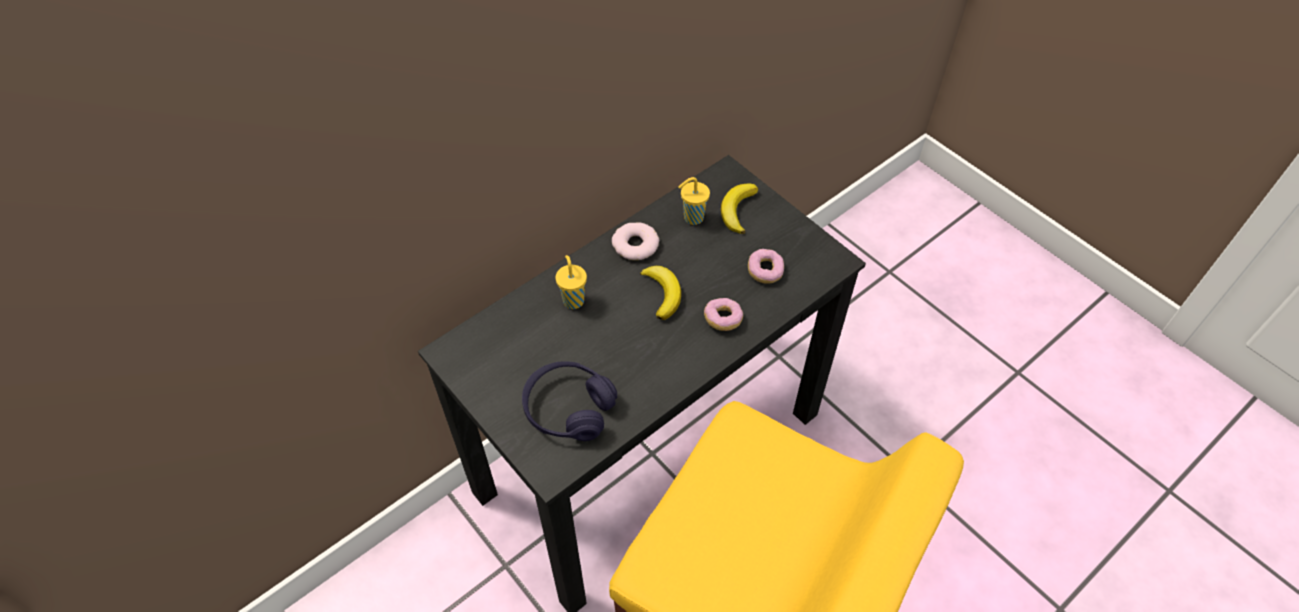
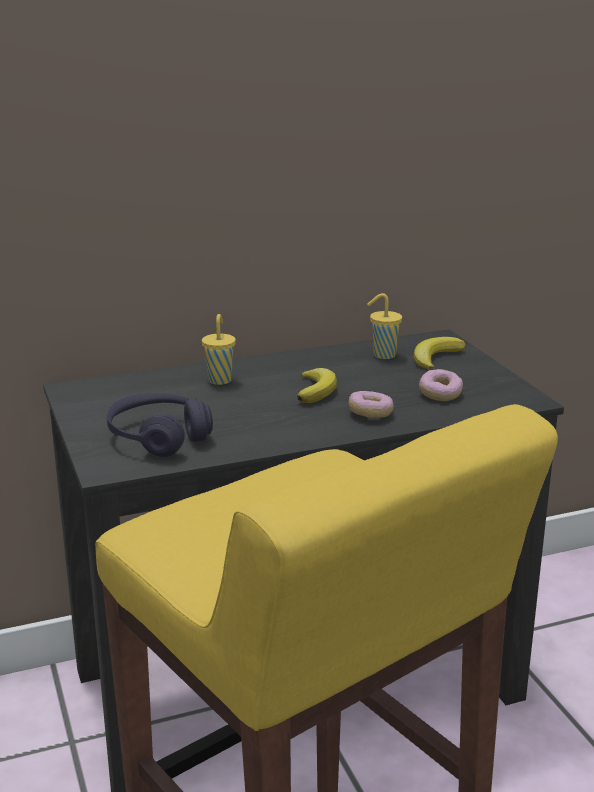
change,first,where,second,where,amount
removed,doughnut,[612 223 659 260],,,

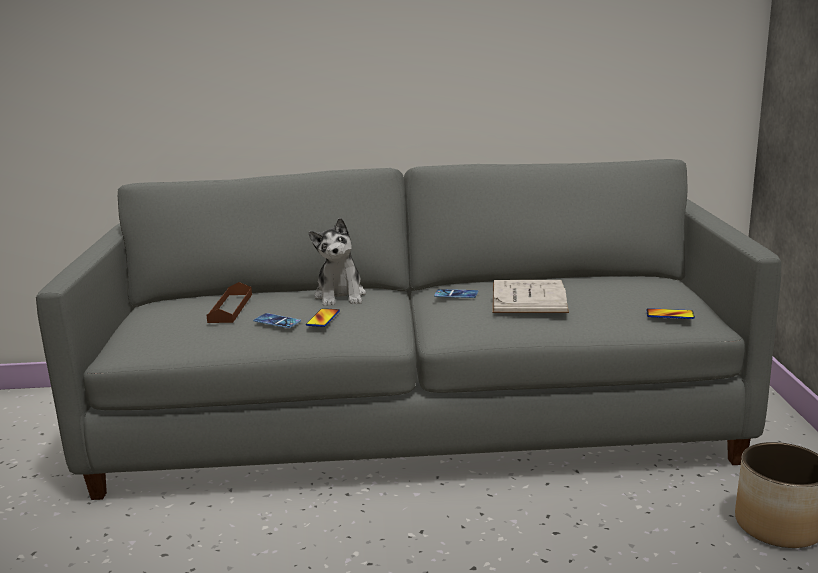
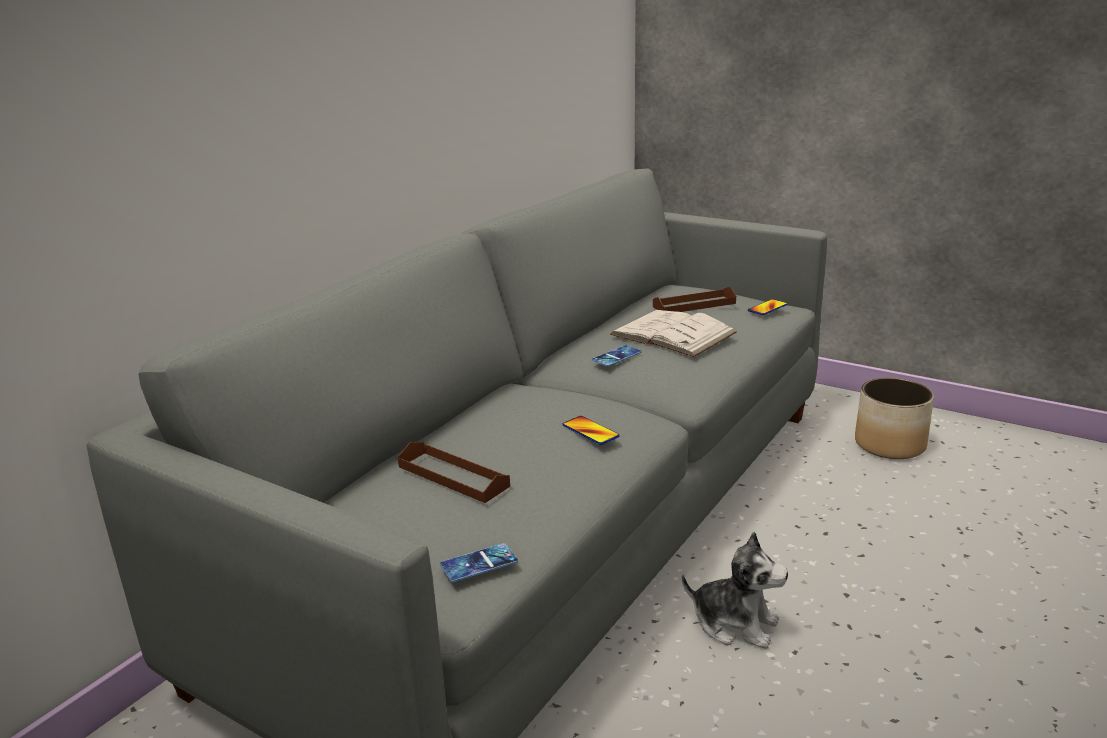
change,first,where,second,where,amount
added,,,brown carrying tray,[653 287 736 312],
moved,phone,[253 313 301 328],,[440 543 518 582],
moved,cuddly toy,[309 218 366 306],,[682 532 788 649],

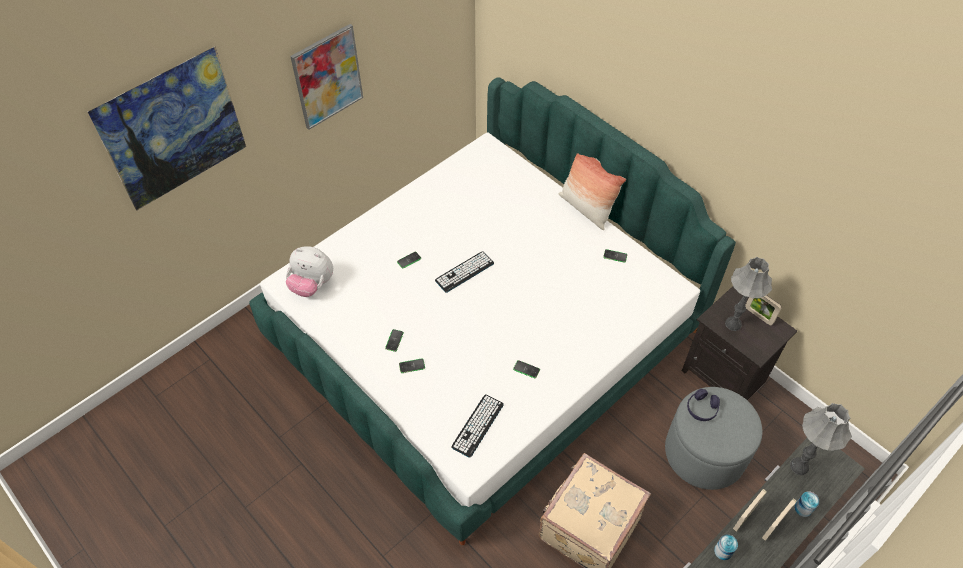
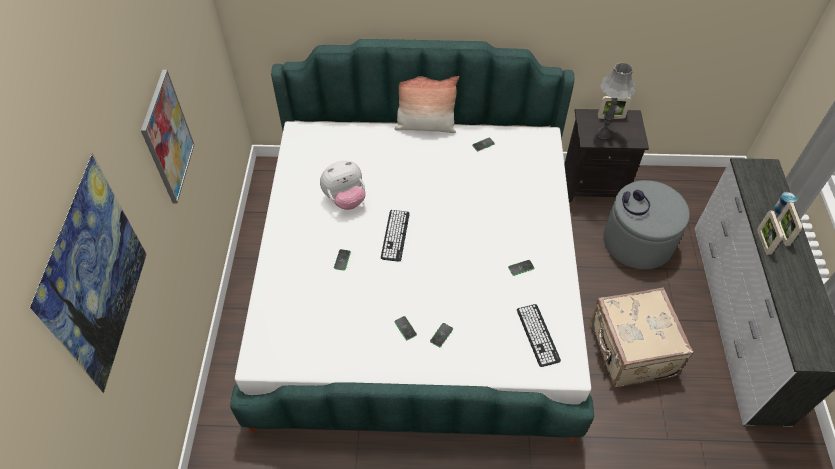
change,first,where,second,where,amount
removed,sealed can,[714 534 738 560],,,
removed,greyish table lamp,[790 403 852 475],,,
moved,cuddly toy,[286 246 333 297],,[320 161 366 210],

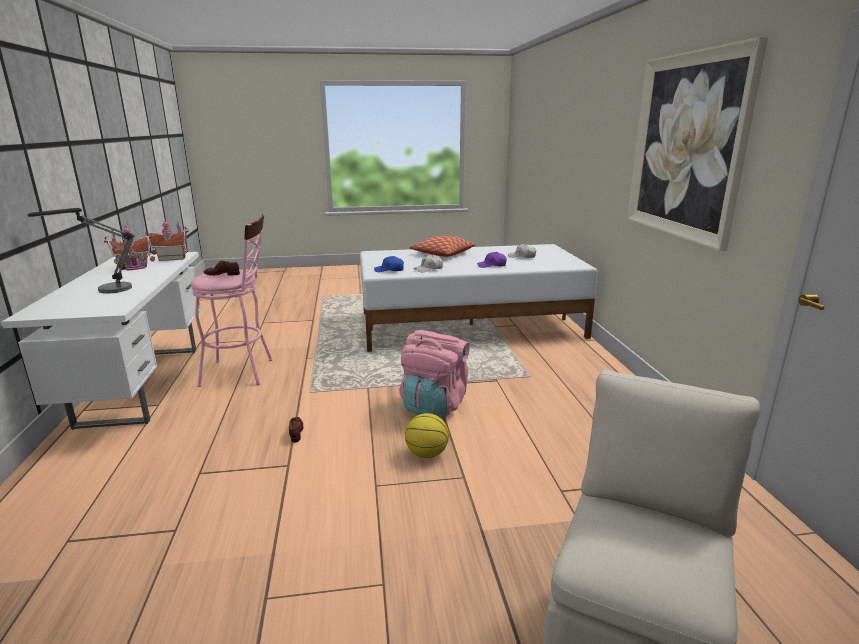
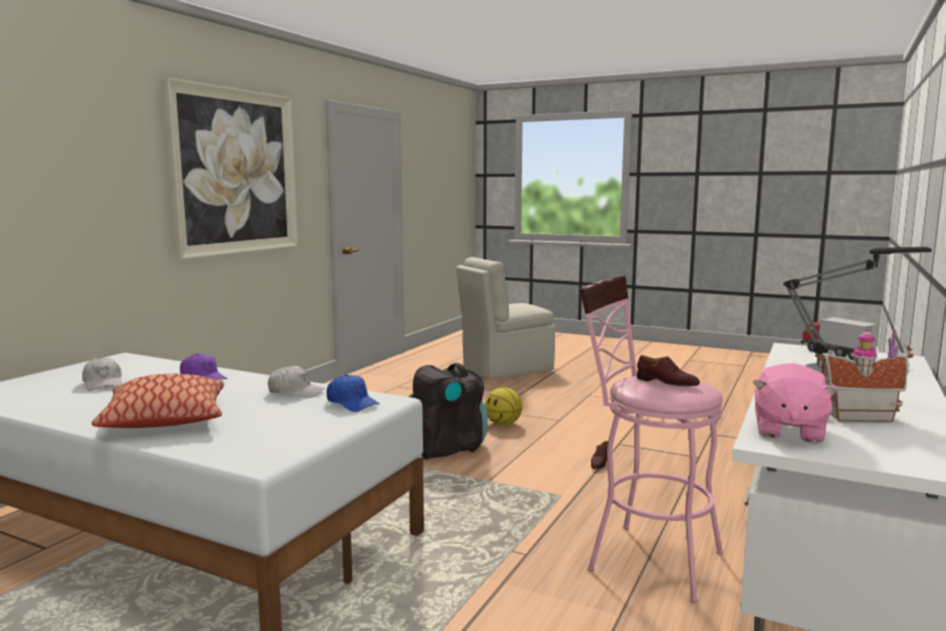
change,first,where,second,where,amount
added,,,toy truck,[801 317 878 360],
replaced,miniature house,[145 220 189 261],pink cuddly toy,[752 363 839 443],
recoloured,pink backpack,[399 330 469 419],black backpack,[409 363 488 460],

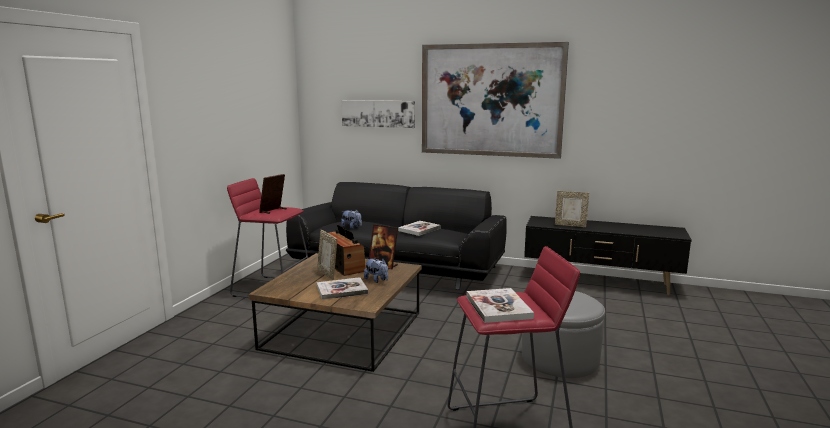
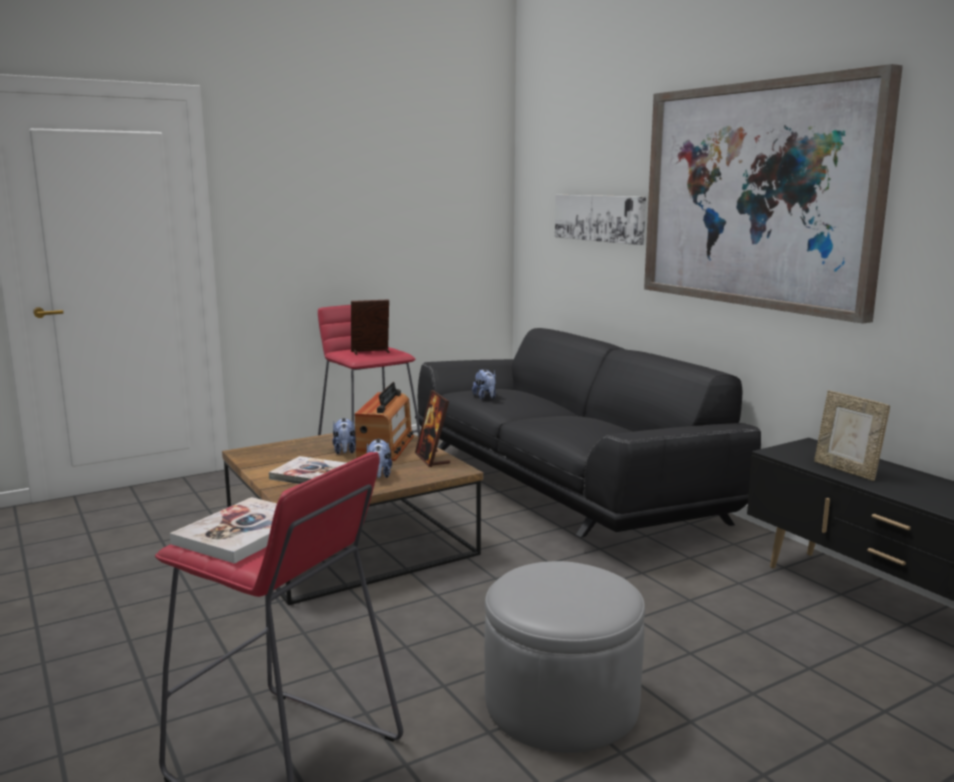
change,first,where,second,where,amount
removed,volume,[398 221 441 236],,,
replaced,photo frame,[317 230 337 280],cuddly toy,[333 418 356 454],

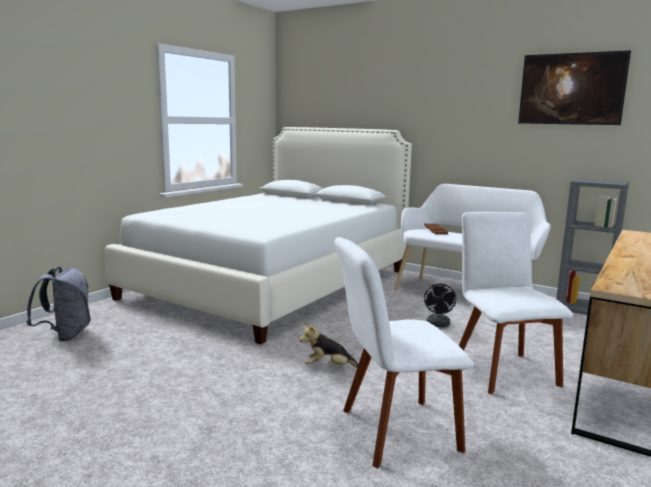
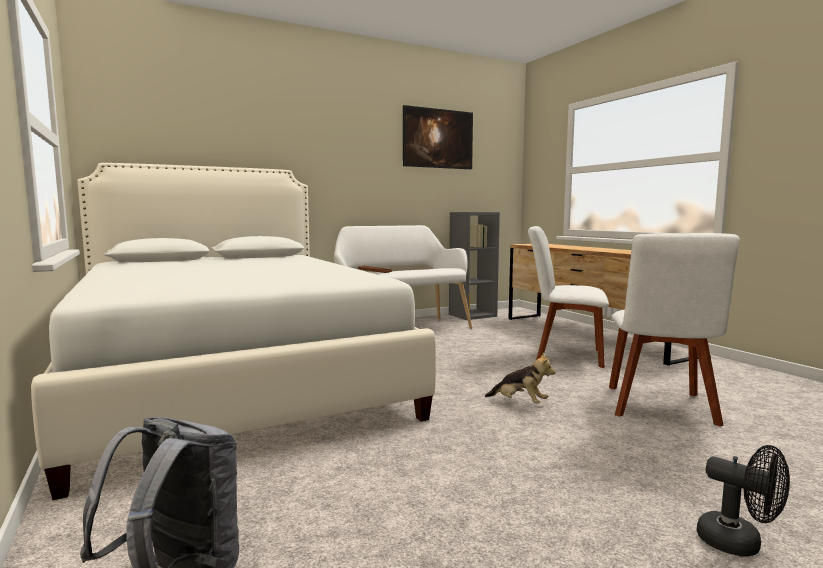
change,first,where,second,where,amount
moved,black fan,[424 284 456 328],,[697 445 790 557],
turned,cuddly toy,[300 323 359 367],,[485 352 556 403],90 degrees counterclockwise

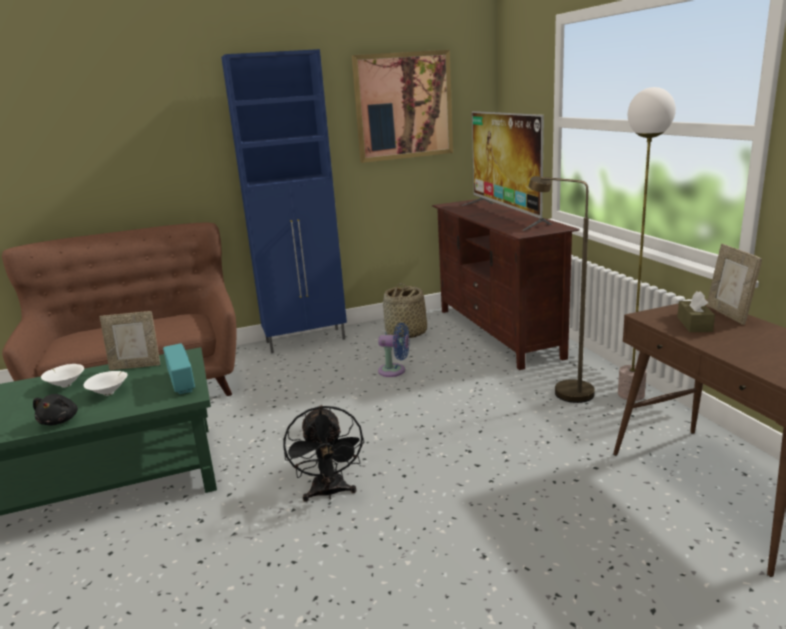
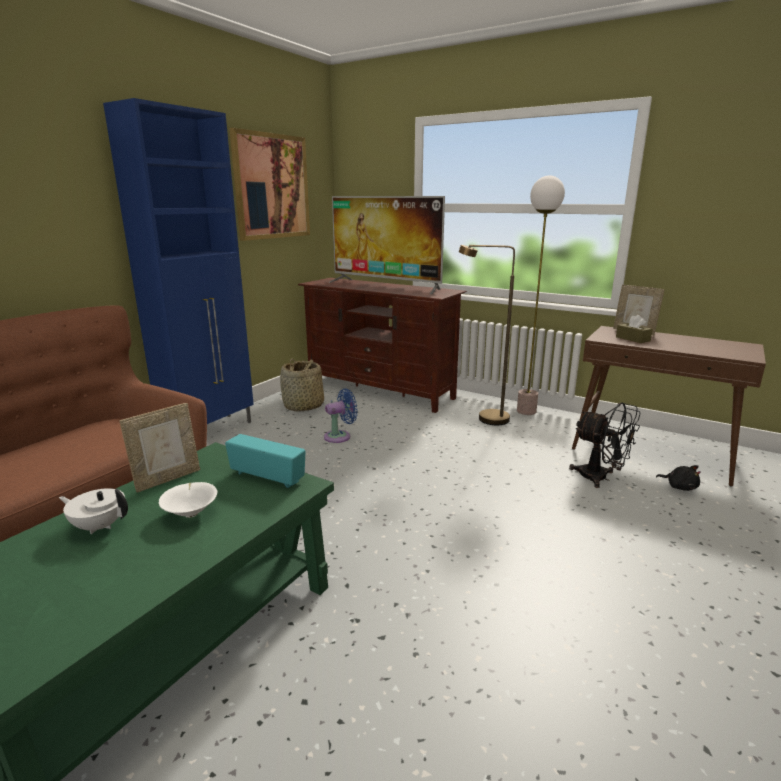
change,first,where,second,where,amount
moved,black cuddly toy,[33 394 78 425],,[656 465 701 491],
moved,black fan,[283 405 364 502],,[569 402 641 488],
replaced,white-coloured serving bowl,[41 364 84 388],white-coloured teapot,[59 488 128 534],

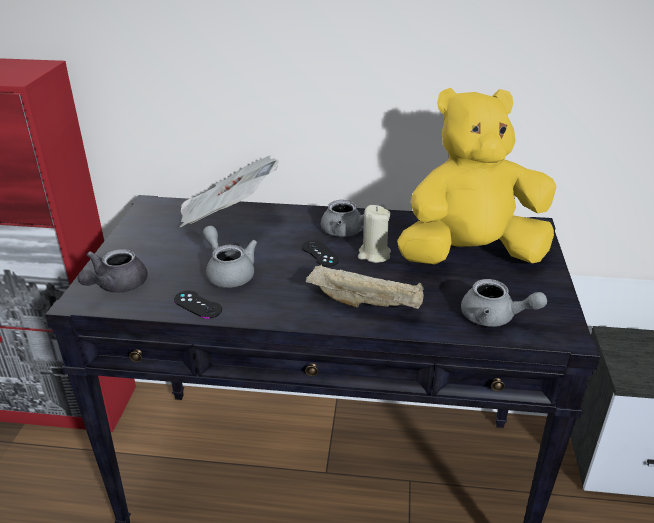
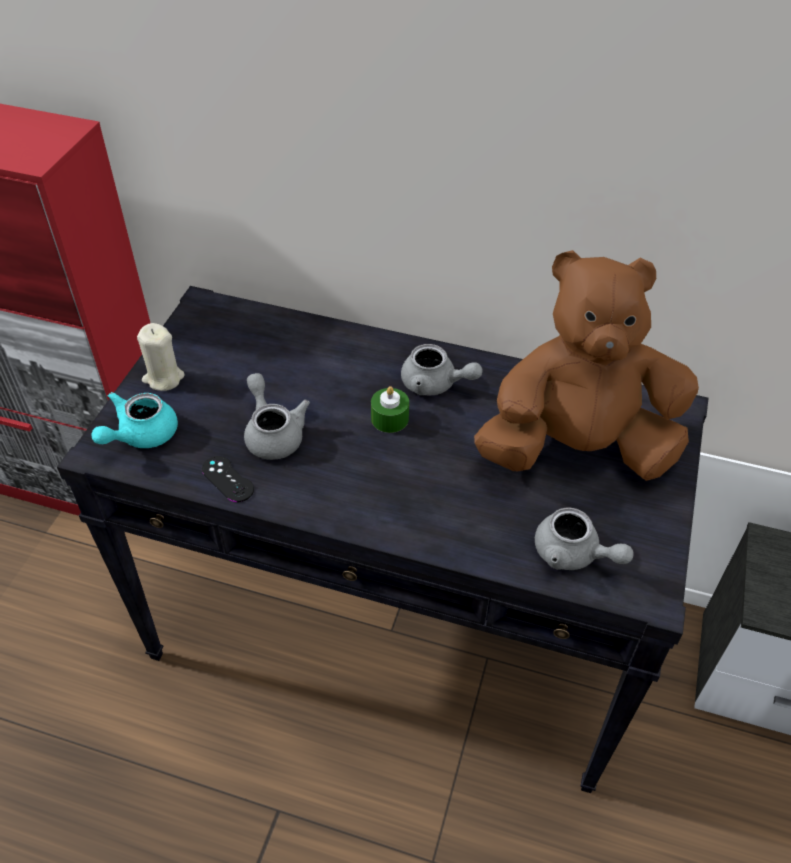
change,first,where,second,where,amount
removed,printed paper,[179 156 278 227],,,
removed,sand-coloured carrying tray,[306 264 424 309],,,
moved,sand-coloured candle,[358 205 391 263],,[137 323 185 391],
replaced,black gamepad,[302 241 339 267],green-coloured candle,[371 386 409 433],
recoloured,greyish teapot,[77 249 148 293],turquoise teapot,[91 392 178 448],
recoloured,yellow cuddly toy,[397 88 557 265],brown cuddly toy,[474 250 699 481],

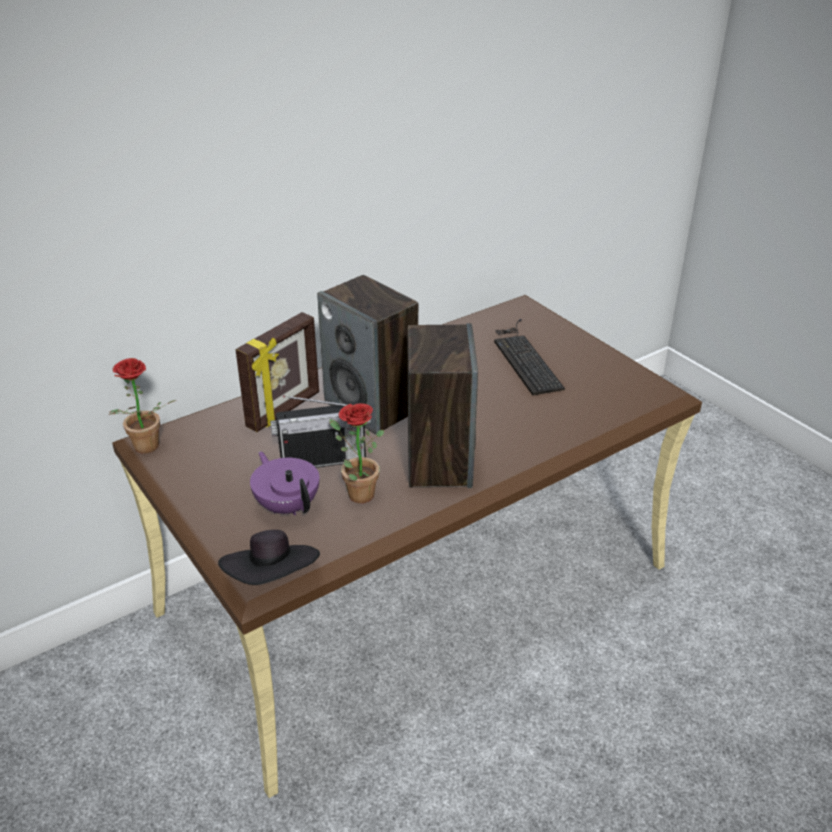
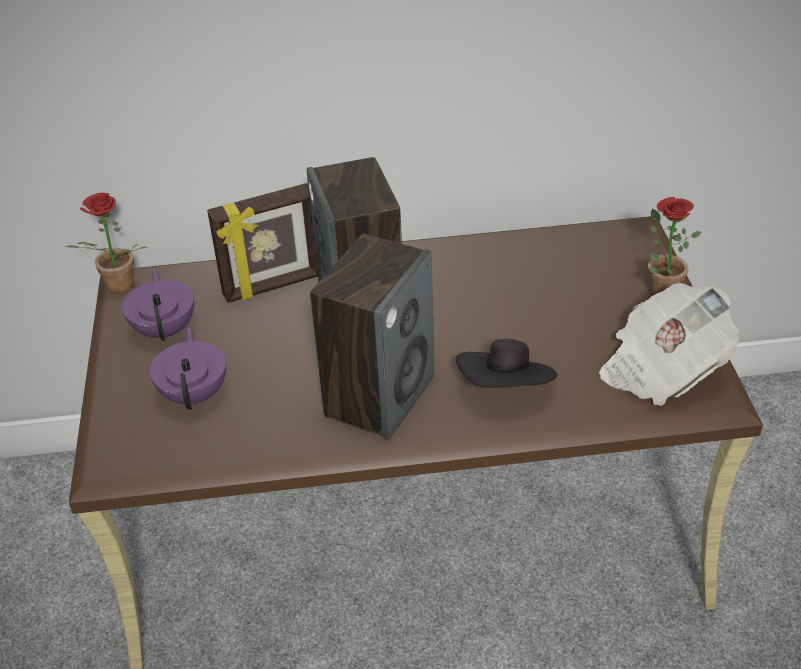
change,first,where,second,where,amount
removed,radio,[270 396 371 468],,,
removed,computer keyboard,[494 319 565 395],,,
added,,,purplish teapot,[122 269 194 341],
added,,,printed paper,[599 283 739 406],
moved,black hat,[218 530 320 585],,[456 339 557 388],
moved,houseplant,[329 403 385 503],,[648 197 701 296],

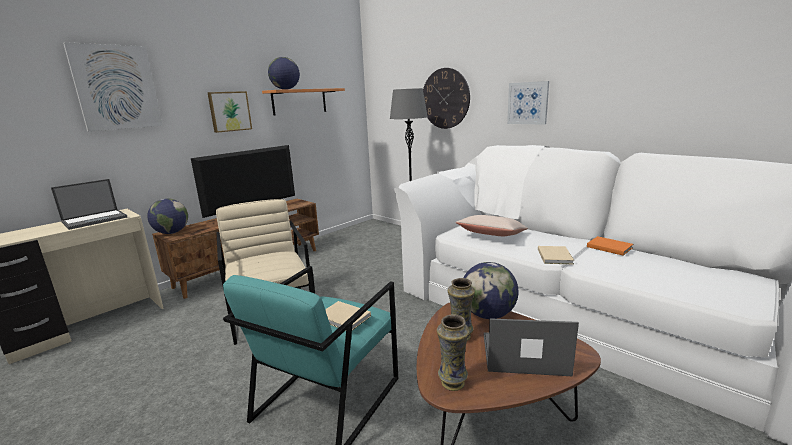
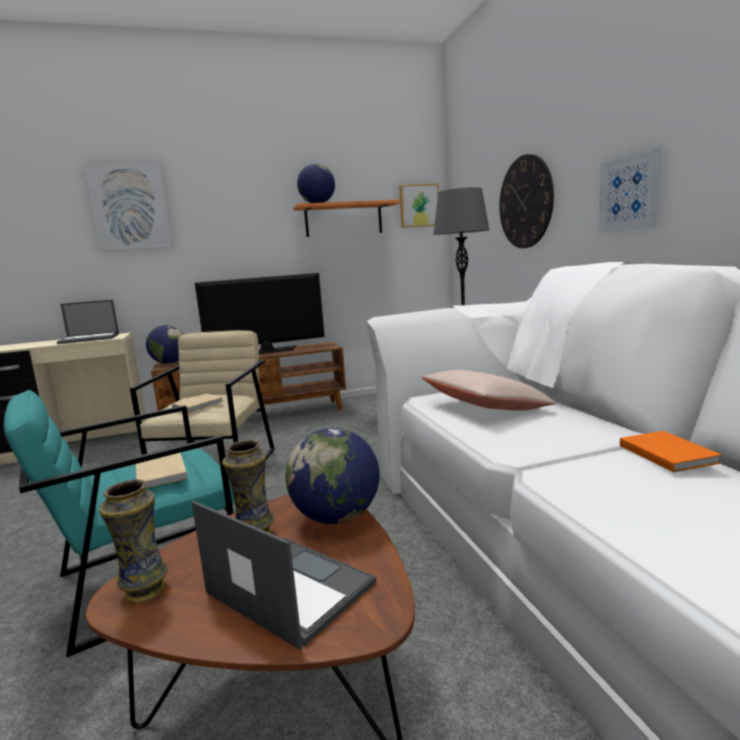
change,first,where,second,where,amount
moved,wall art,[207 91 252 133],,[399 184 439 228],
moved,sand-coloured volume,[538 246 574 264],,[172 394 224 413],

